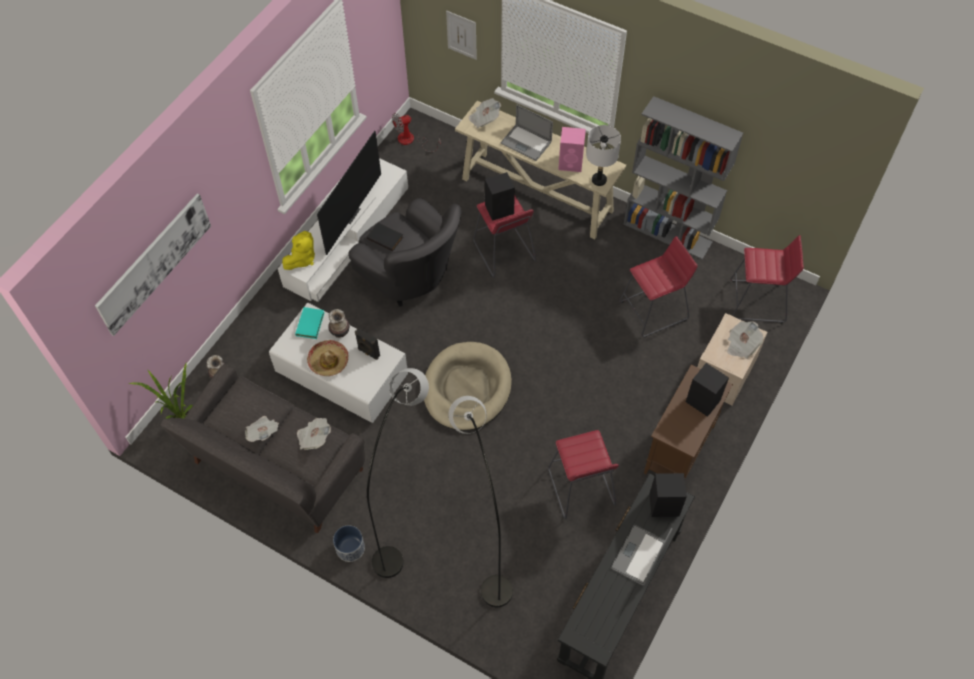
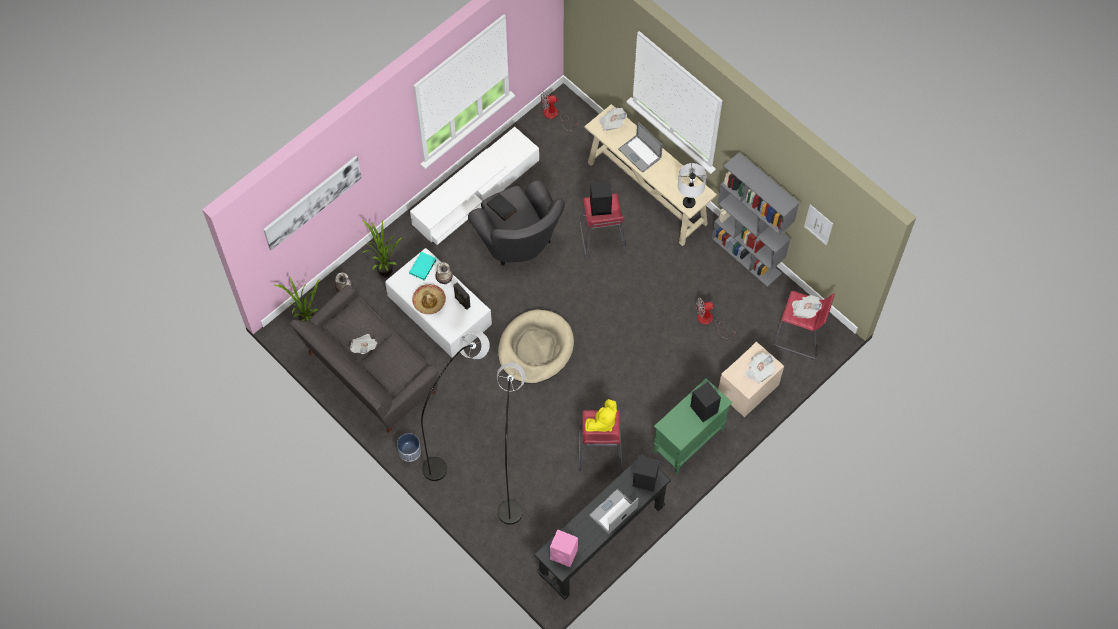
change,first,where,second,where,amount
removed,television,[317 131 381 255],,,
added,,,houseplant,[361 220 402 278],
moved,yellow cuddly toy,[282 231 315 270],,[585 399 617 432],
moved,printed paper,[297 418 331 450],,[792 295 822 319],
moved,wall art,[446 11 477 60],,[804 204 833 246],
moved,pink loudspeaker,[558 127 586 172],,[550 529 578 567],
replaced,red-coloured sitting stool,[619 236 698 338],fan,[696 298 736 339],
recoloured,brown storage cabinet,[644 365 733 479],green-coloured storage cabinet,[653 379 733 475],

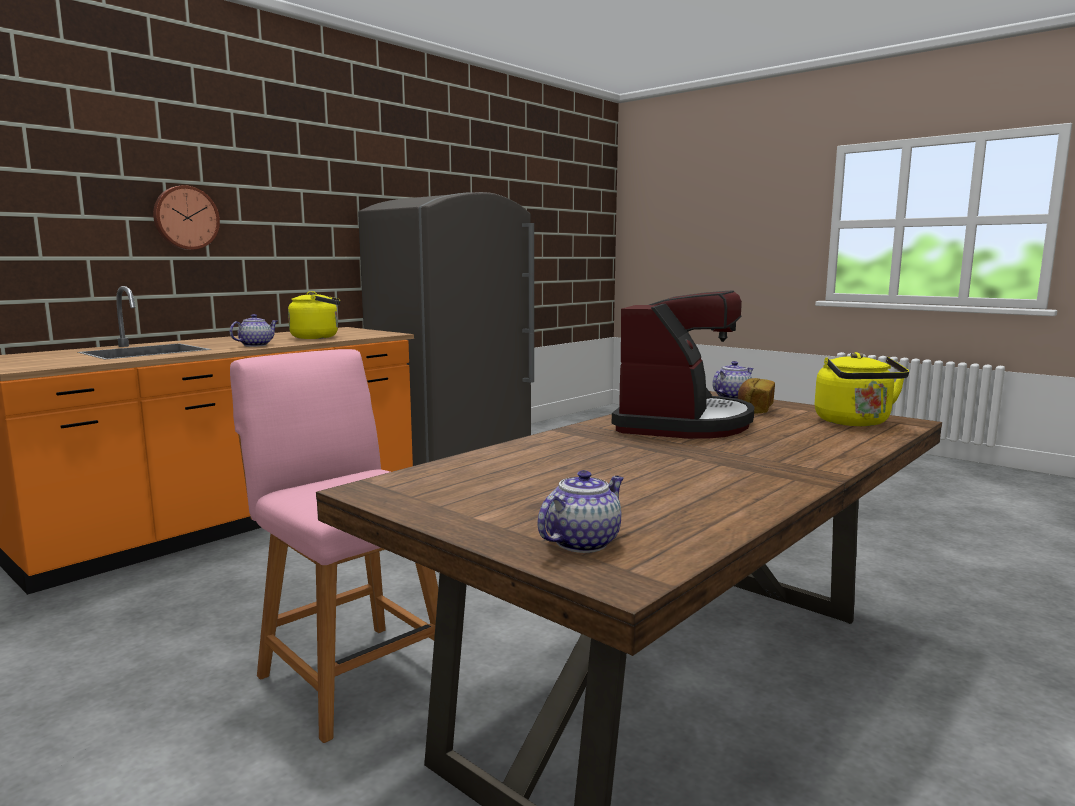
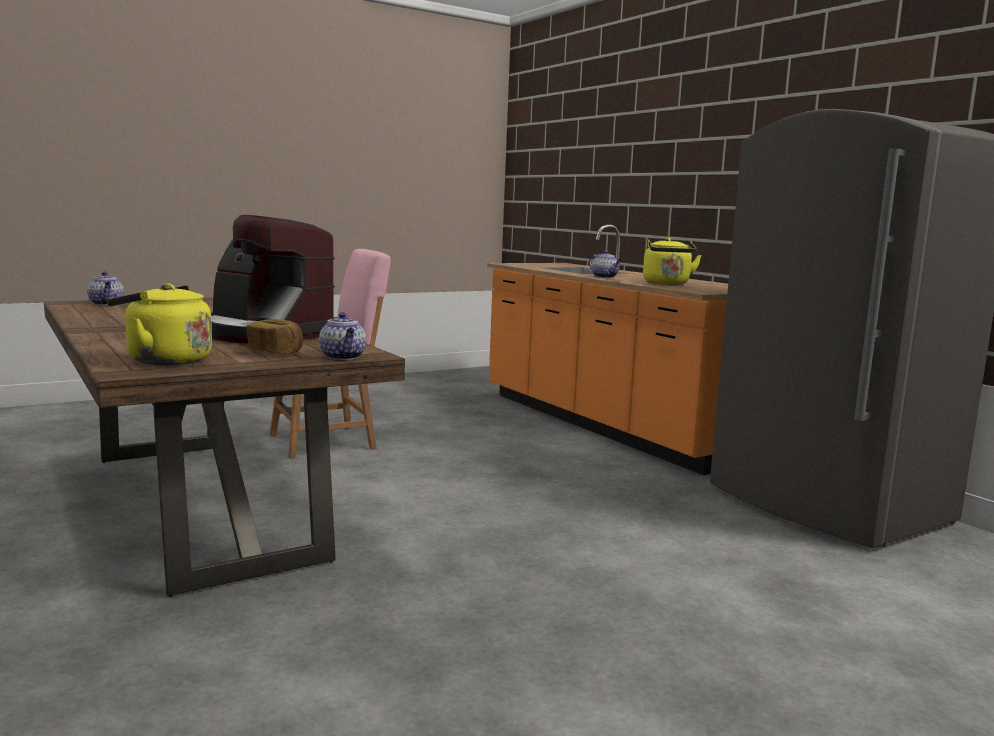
change,first,where,second,where,amount
removed,wall clock,[153 185 220 250],,,

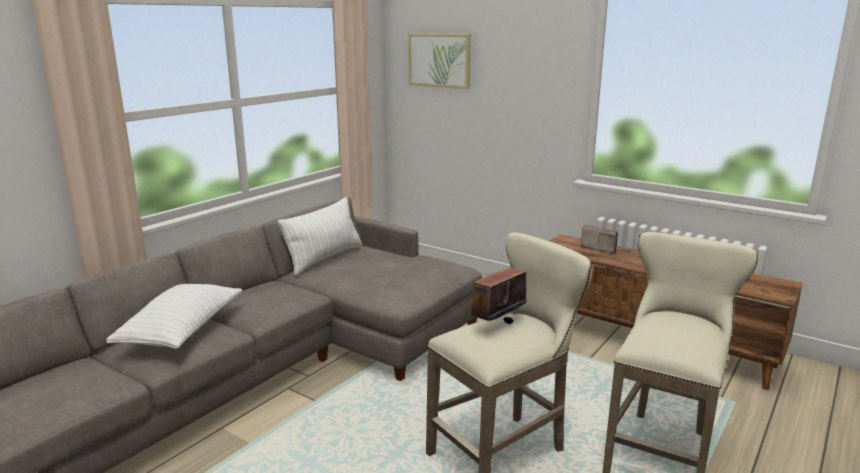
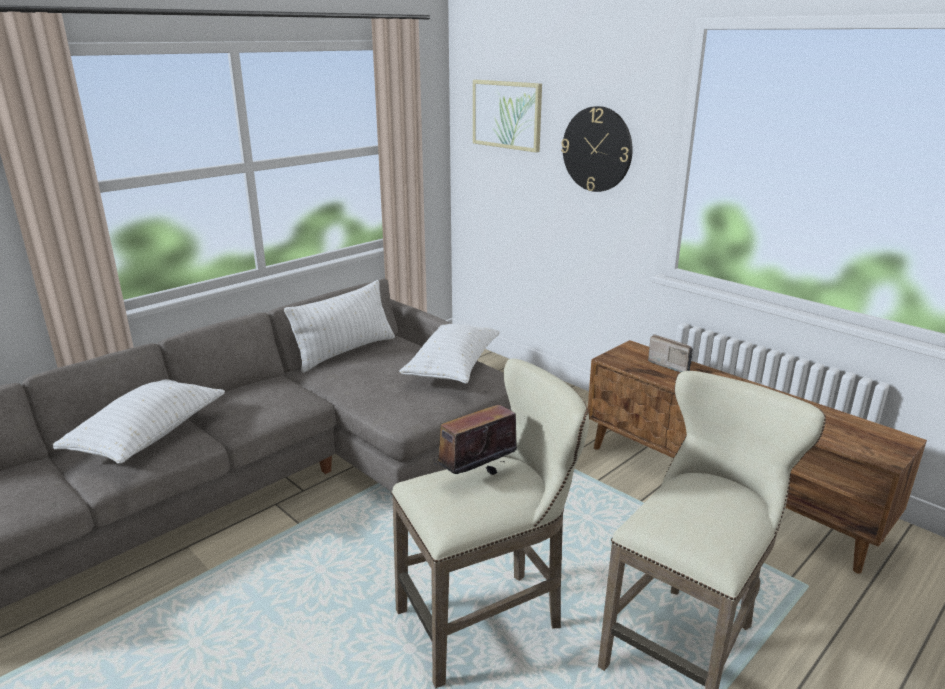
change,first,where,second,where,amount
added,,,white-coloured cushion,[399 324 500 384],
added,,,wall clock,[561 106 633 192],

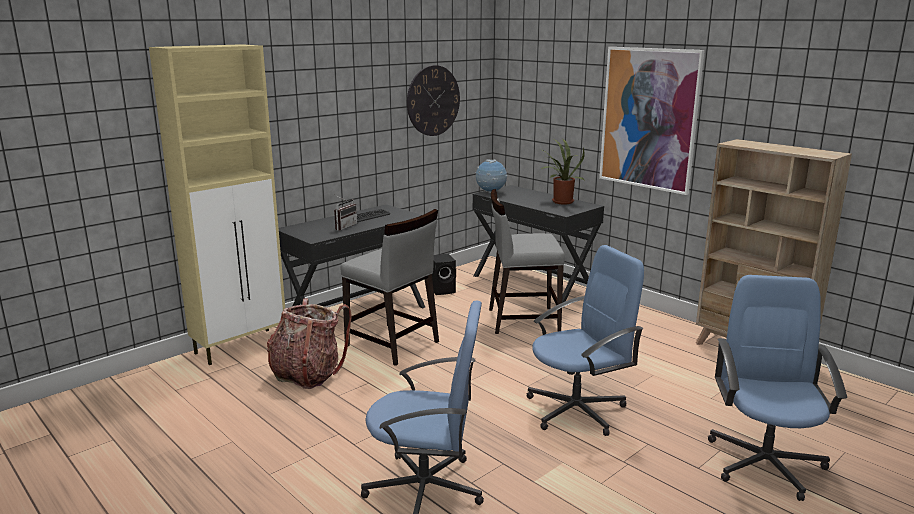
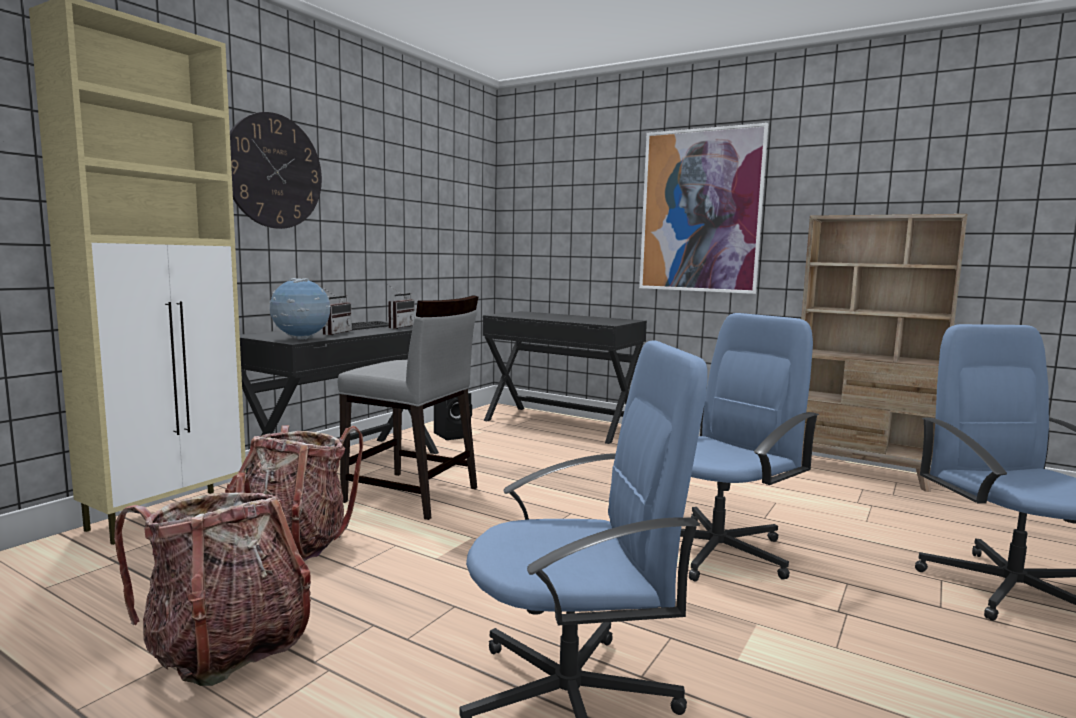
change,first,where,second,where,amount
removed,greyish chair,[489 189 565 334],,,
removed,houseplant,[541 138 585 205],,,
added,,,backpack,[114 472 311 686],
added,,,radio,[387 284 415 329],
moved,wall clock,[407 65 460 136],,[230 112 322 229],
moved,desk globe,[476 160 507 193],,[270 278 330 340],

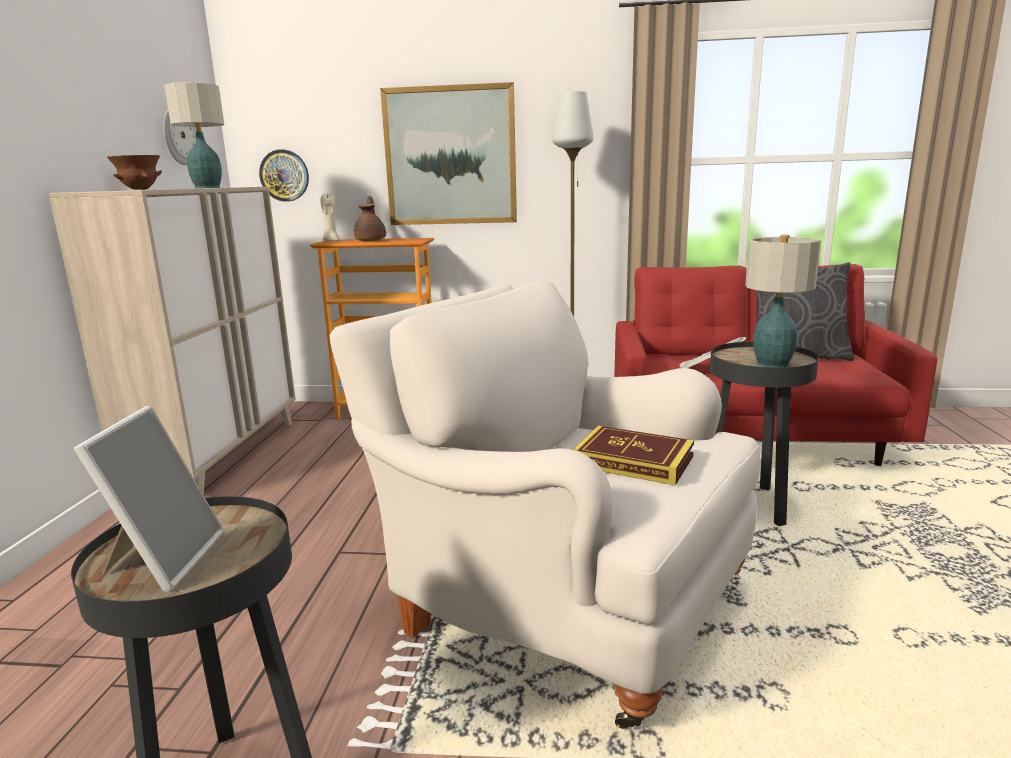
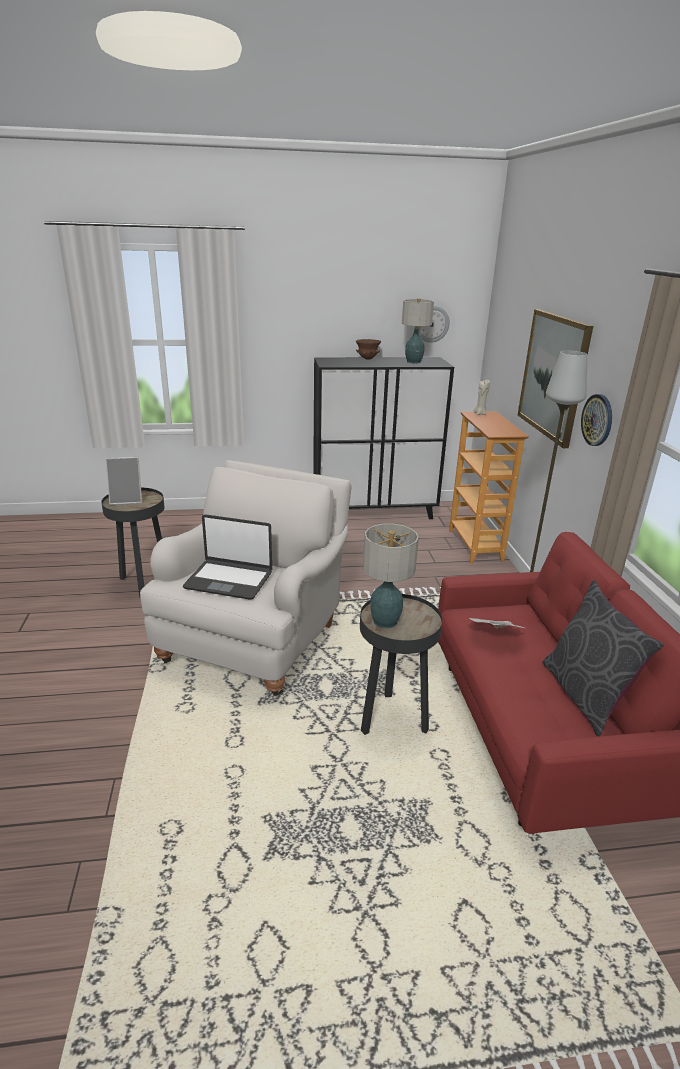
change,first,where,second,where,amount
removed,brown teapot,[354 196 386 241],,,
moved,wall clock,[259 149 309 202],,[581 394 612 446],
replaced,volume,[573 426 694 485],laptop,[183 515 272 600],
recoloured,sand-coloured storage cabinet,[49 187 296 495],black storage cabinet,[313 357 454 519],

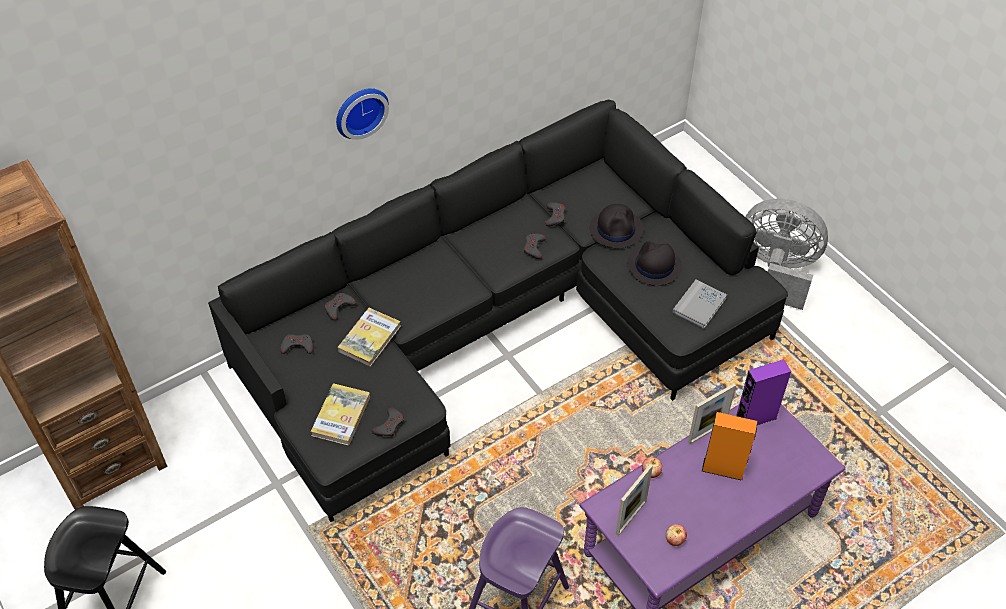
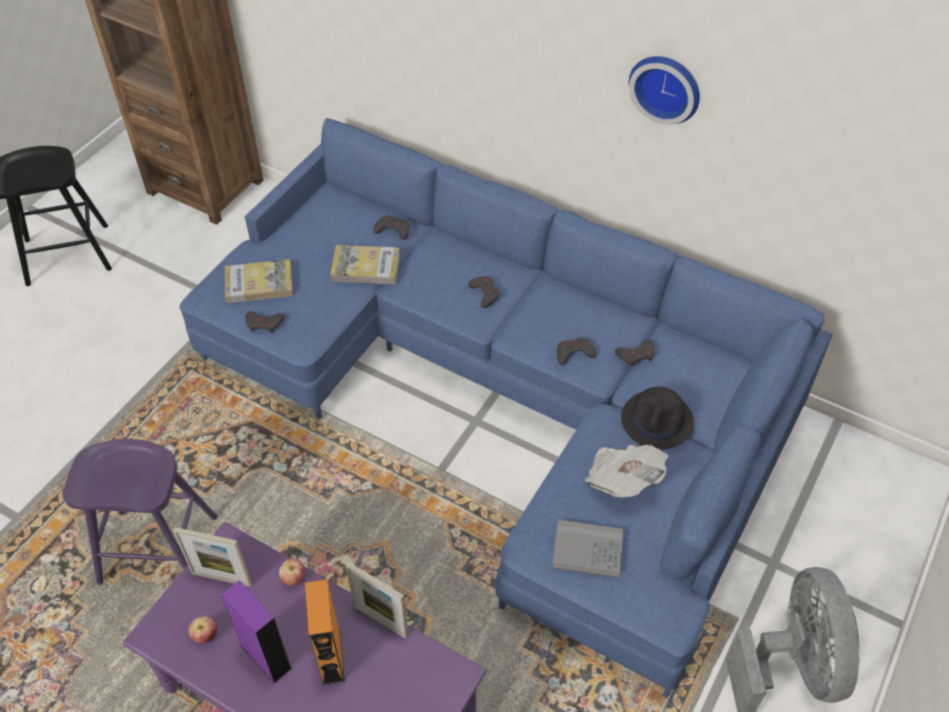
change,first,where,second,where,amount
moved,greyish gamepad,[280 334 314 354],,[468 277 500 308],
moved,wall clock,[336 88 389 140],,[629 56 700 125],
moved,purplish loudspeaker,[736 359 791 425],,[221 580 292 684],
replaced,black hat,[627 241 682 286],printed paper,[585 444 668 498],
recoloured,black settee,[208 100 788 522],bluish settee,[179 118 833 698],

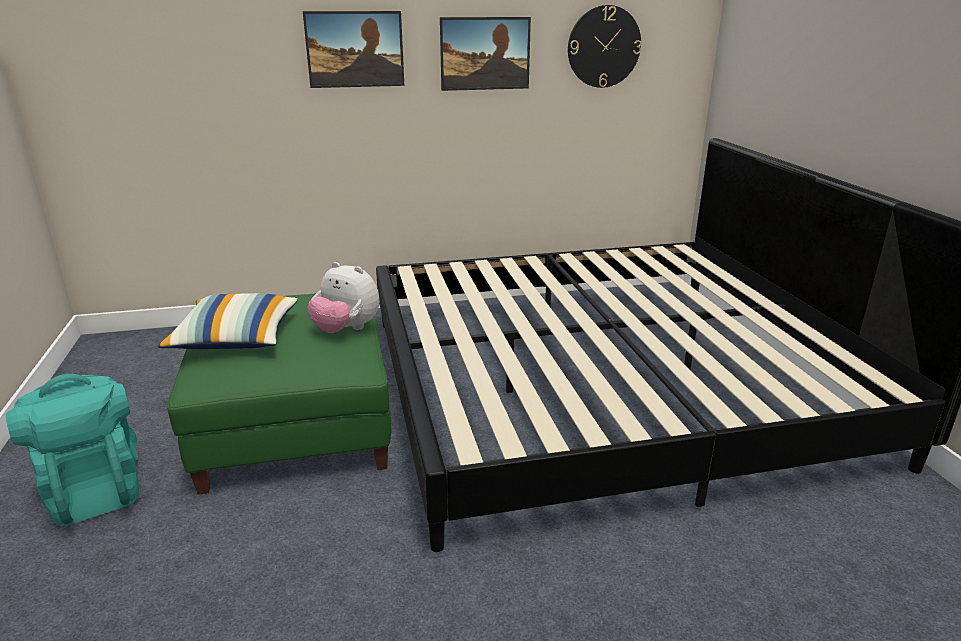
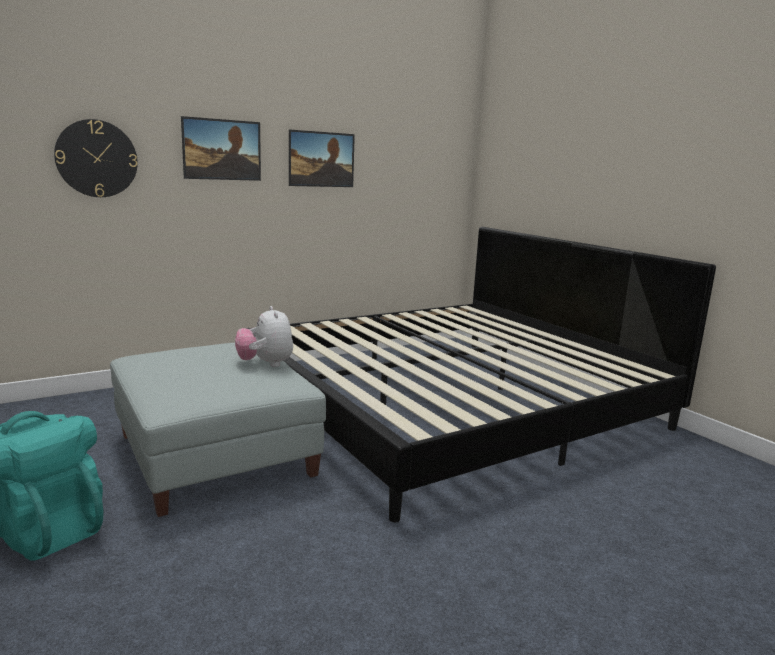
change,first,where,second,where,amount
removed,cushion,[158 293 298 349],,,
moved,wall clock,[568 5 642 88],,[54 119 138 197],
recoloured,green-coloured footrest,[167 293 392 495],greyish footrest,[110 342 326 517],
turned,cuddly toy,[308 262 379 333],,[235 306 293 367],60 degrees clockwise

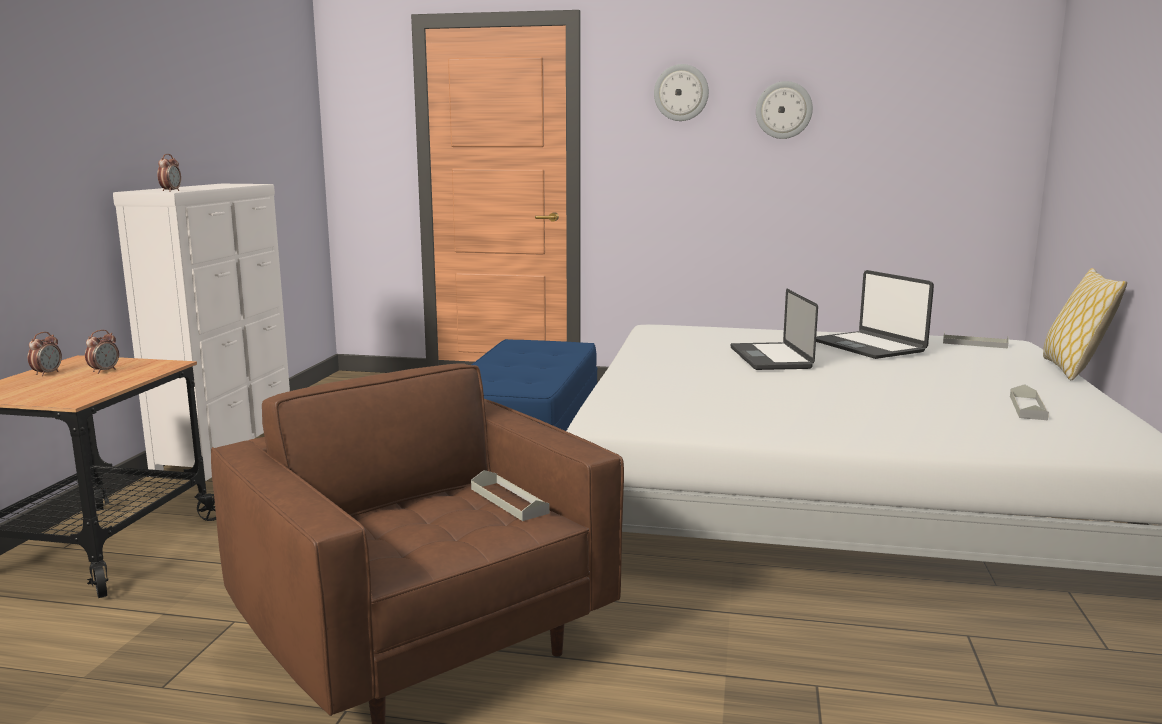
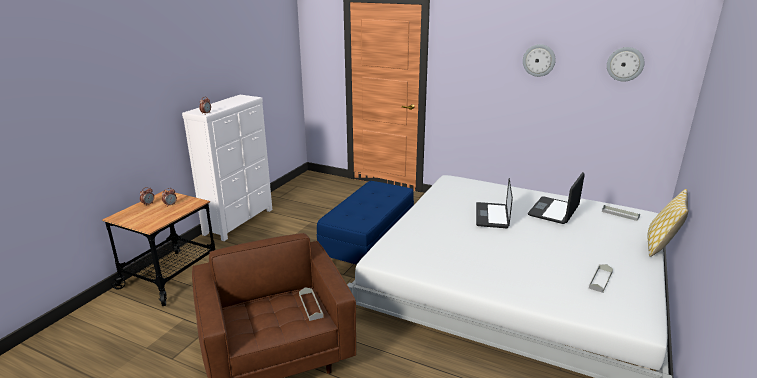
change,first,where,second,where,amount
moved,wall clock,[654 64 709 121],,[607 47 644 82],
turned,laptop,[816 270 934 359],,[528 172 585 224],45 degrees clockwise

